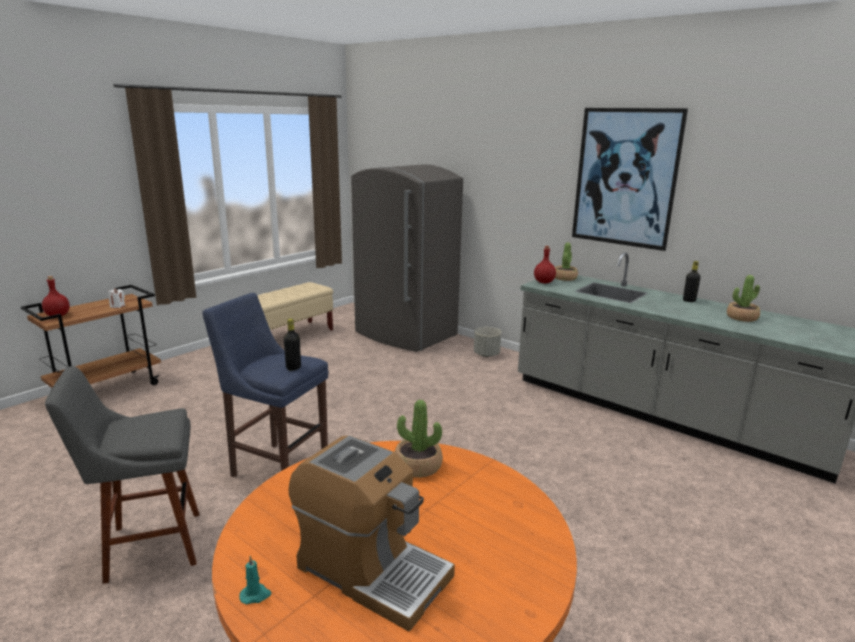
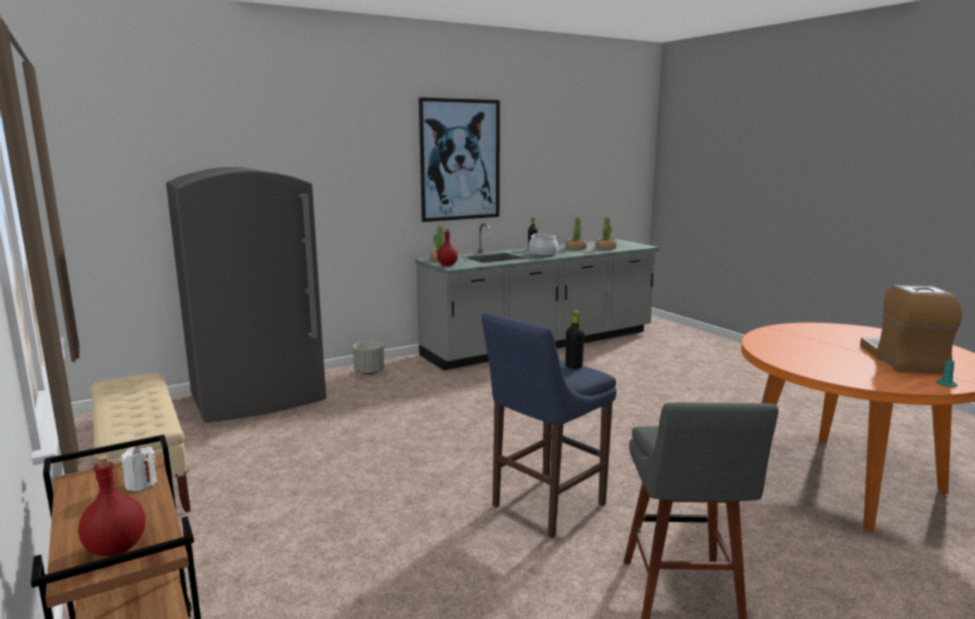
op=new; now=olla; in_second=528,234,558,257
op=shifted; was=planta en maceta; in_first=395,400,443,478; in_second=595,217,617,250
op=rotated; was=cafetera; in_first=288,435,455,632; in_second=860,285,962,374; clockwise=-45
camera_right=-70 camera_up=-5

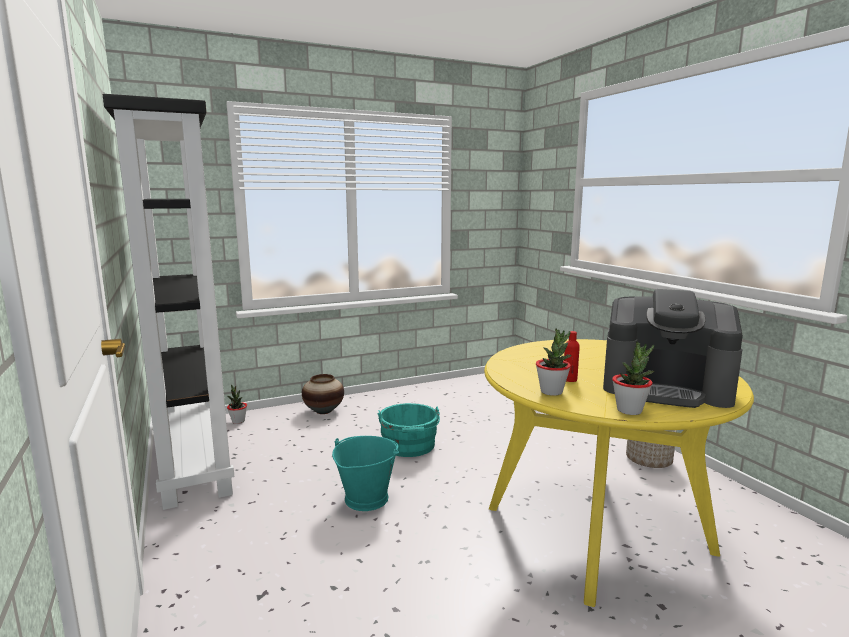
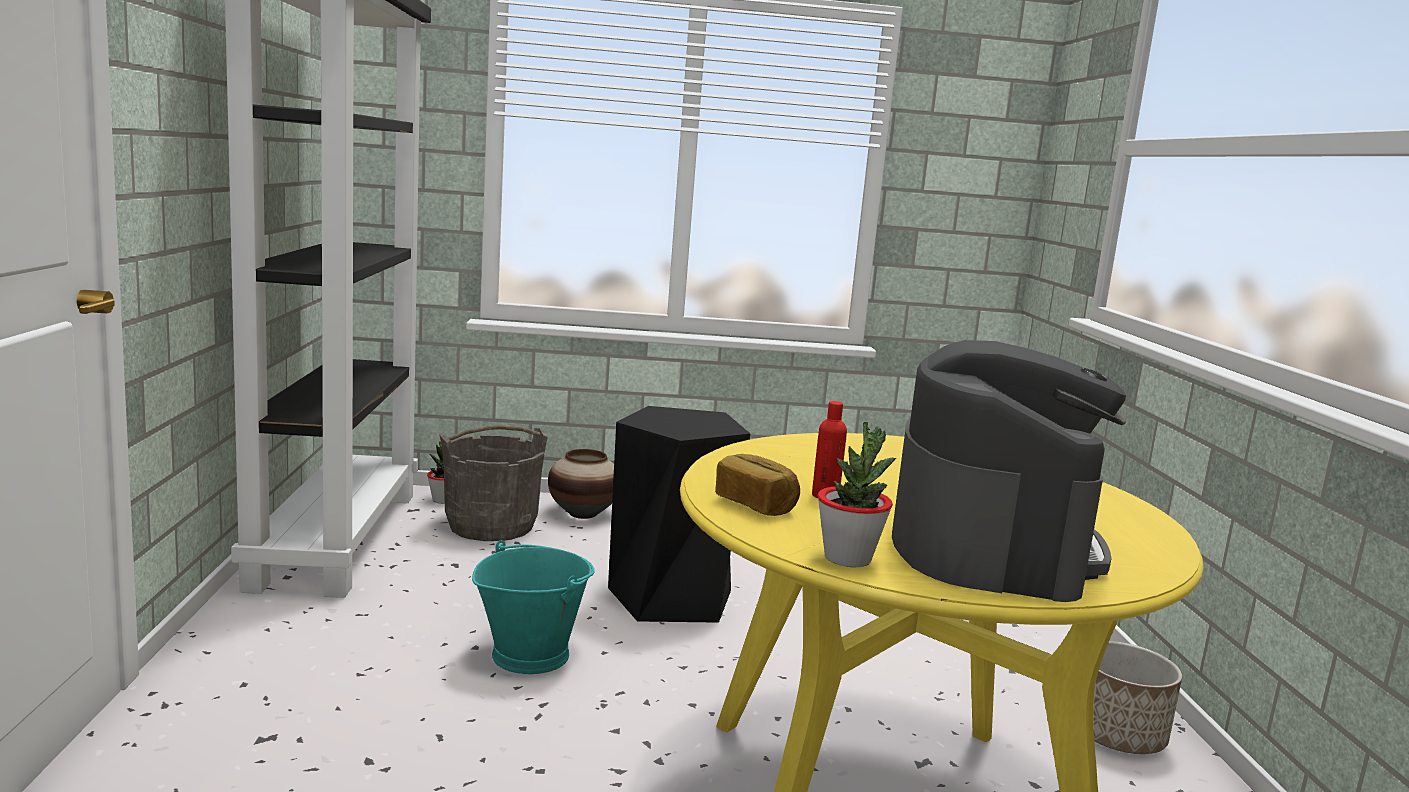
op=new; now=cubo (gris); in_second=439,425,548,541
op=swapped; was=cubo (turquesa); now=taburete (negro); in_first=378,403,440,457; in_second=608,406,750,623
op=swapped; was=planta en maceta; now=pan; in_first=536,328,572,396; in_second=715,454,800,516
op=rotated; was=cafetera; in_first=603,289,743,408; in_second=892,340,1126,602; clockwise=-120
camera_right=20 camera_up=0

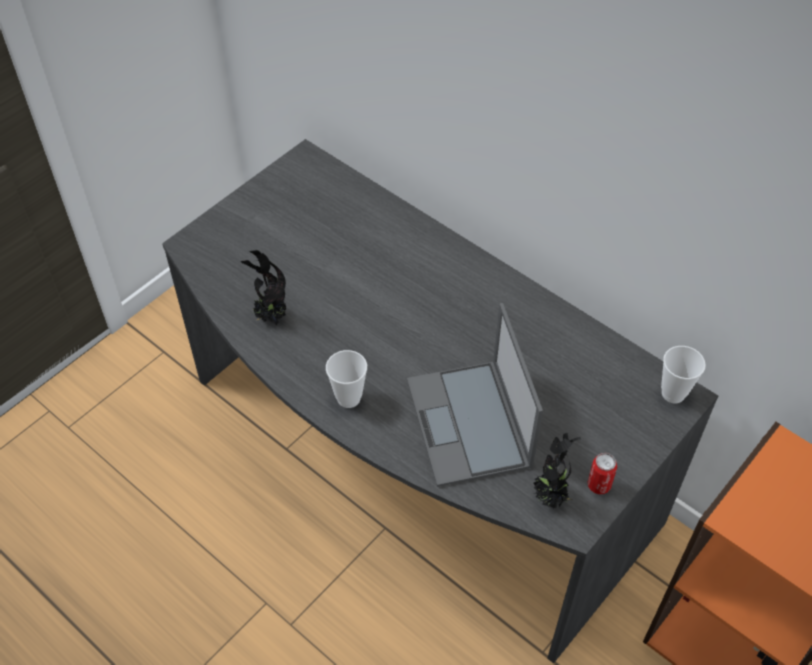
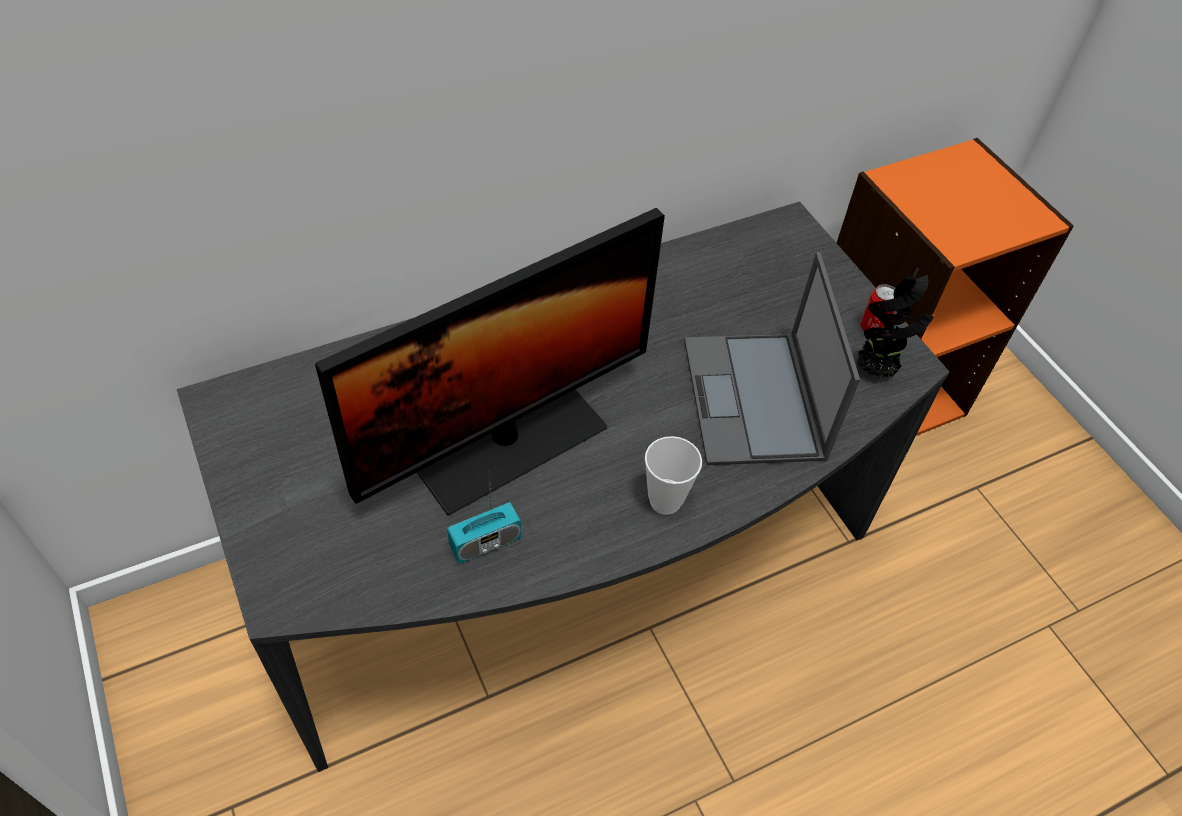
op=gone; was=taza; in_first=661,346,706,403
op=new; now=monitor; in_second=315,208,665,516
op=swapped; was=planta en maceta; now=radio; in_first=240,250,287,325; in_second=447,476,521,564
op=rotated; was=portátil; in_first=407,303,543,487; in_second=684,252,860,465; clockwise=75
camera_right=-70 camera_up=0

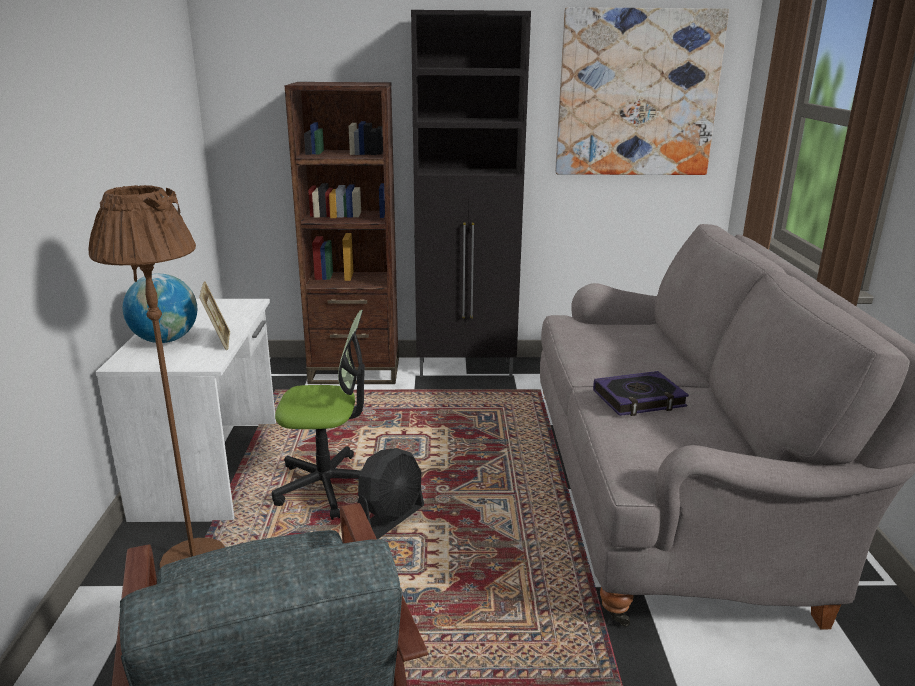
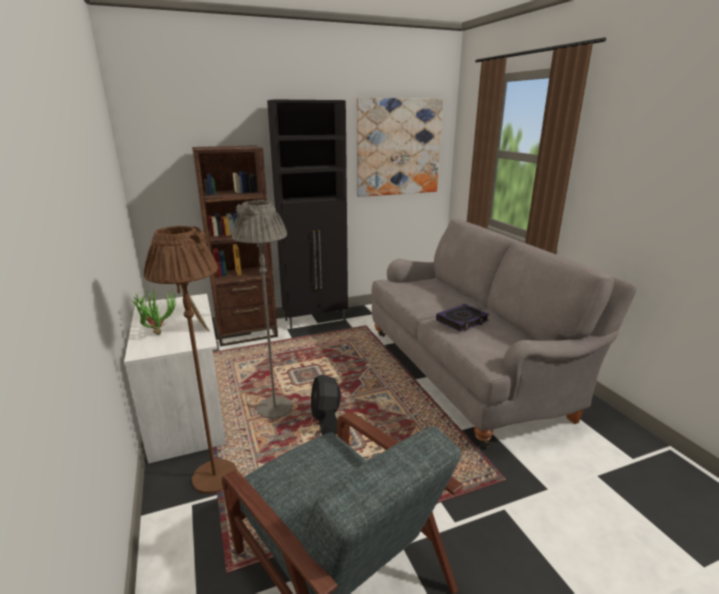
op=swapped; was=globo terráqueo; now=planta en maceta; in_first=123,274,197,343; in_second=130,289,176,335
op=swapped; was=silla de oficina; now=lámpara de pie (gris); in_first=272,310,365,520; in_second=232,200,293,419
op=rotated; was=ventilador (negro); in_first=357,448,424,539; in_second=311,374,341,435; clockwise=150
camera_right=-20 camera_up=0

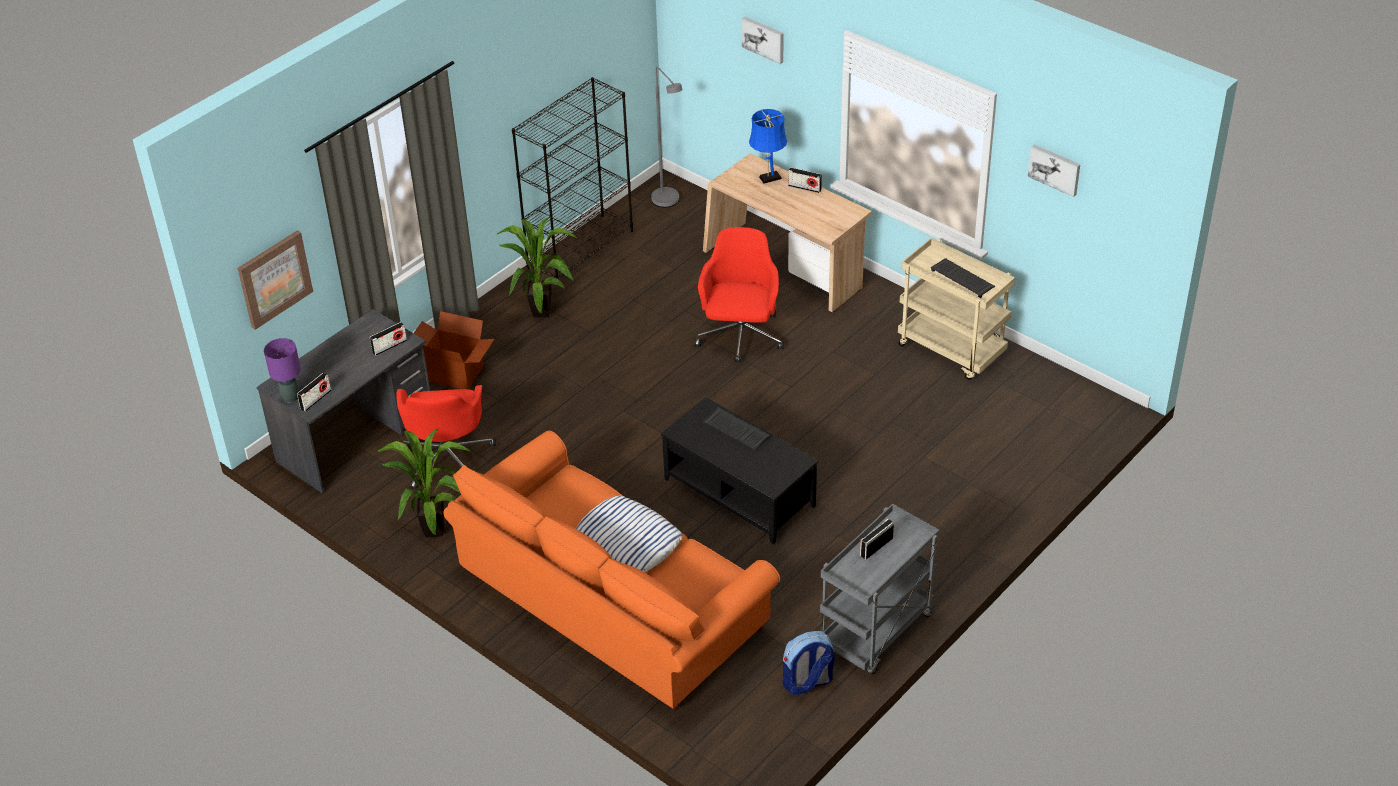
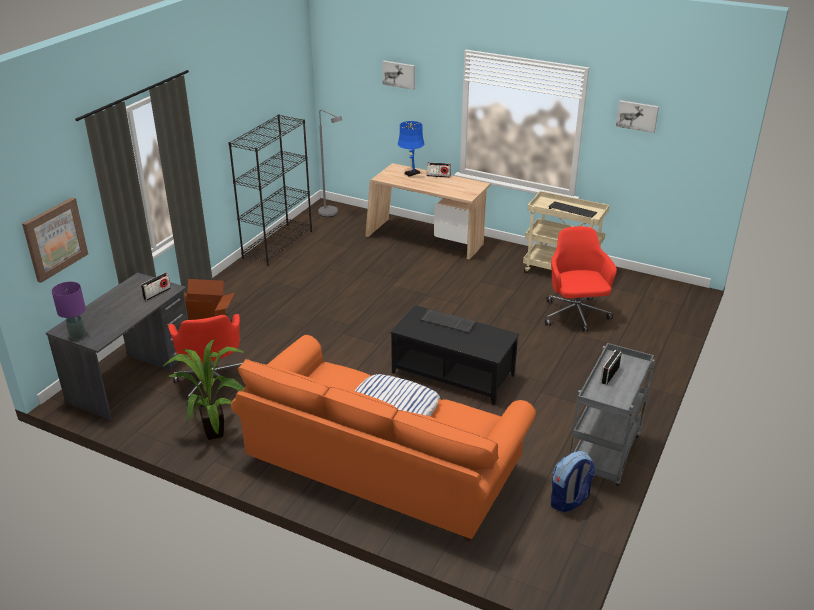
op=gone; was=radio; in_first=297,373,331,412
op=gone; was=planta en maceta; in_first=497,217,577,317
op=shifted; was=silla de oficina (rojo); in_first=694,227,784,362; in_second=545,226,617,332
camera_right=-15 camera_up=-10

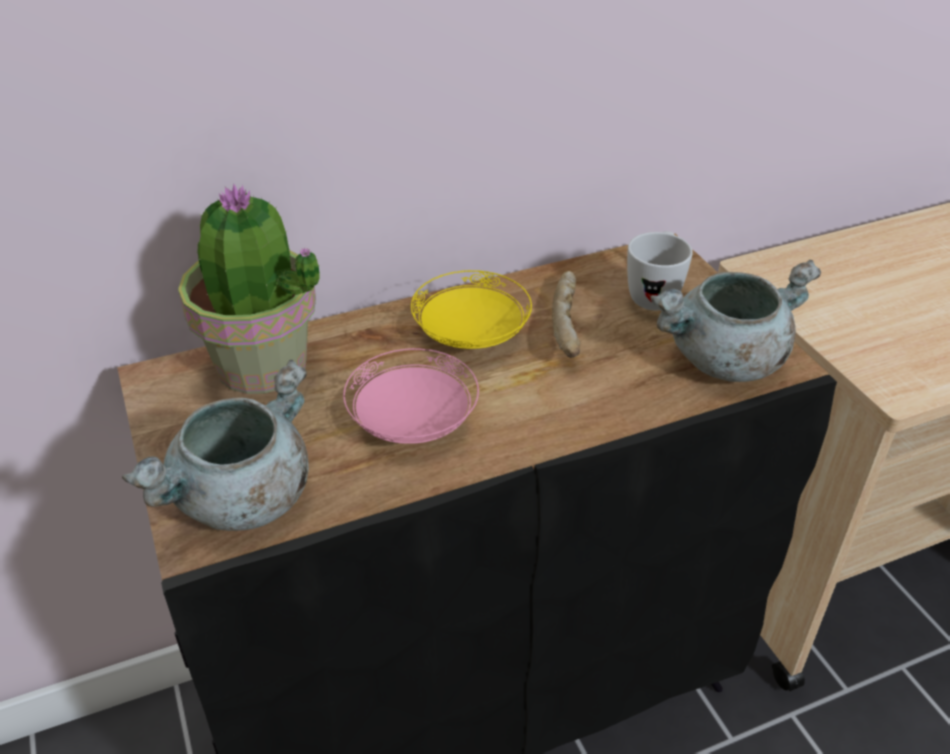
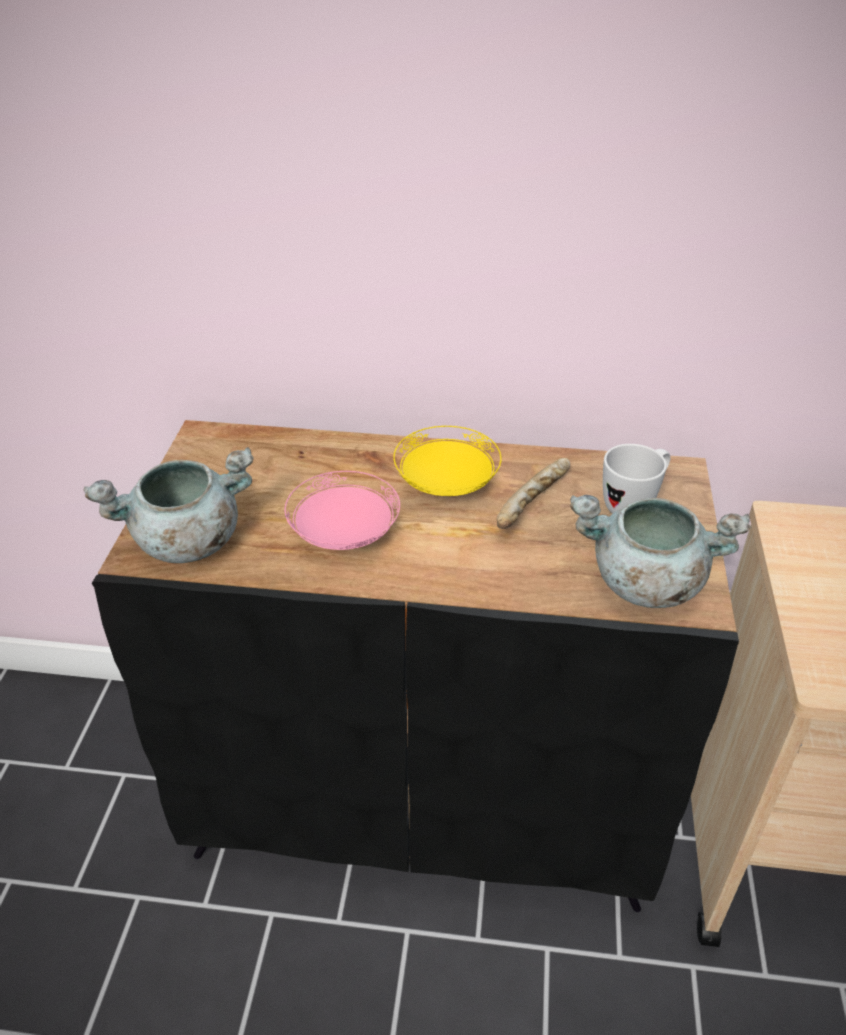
op=gone; was=planta en maceta; in_first=178,184,321,394
camera_right=30 camera_up=0

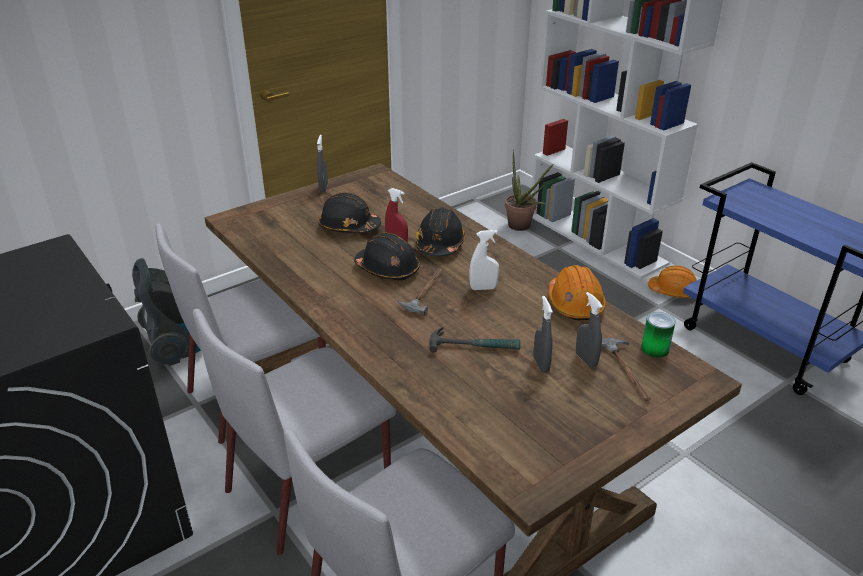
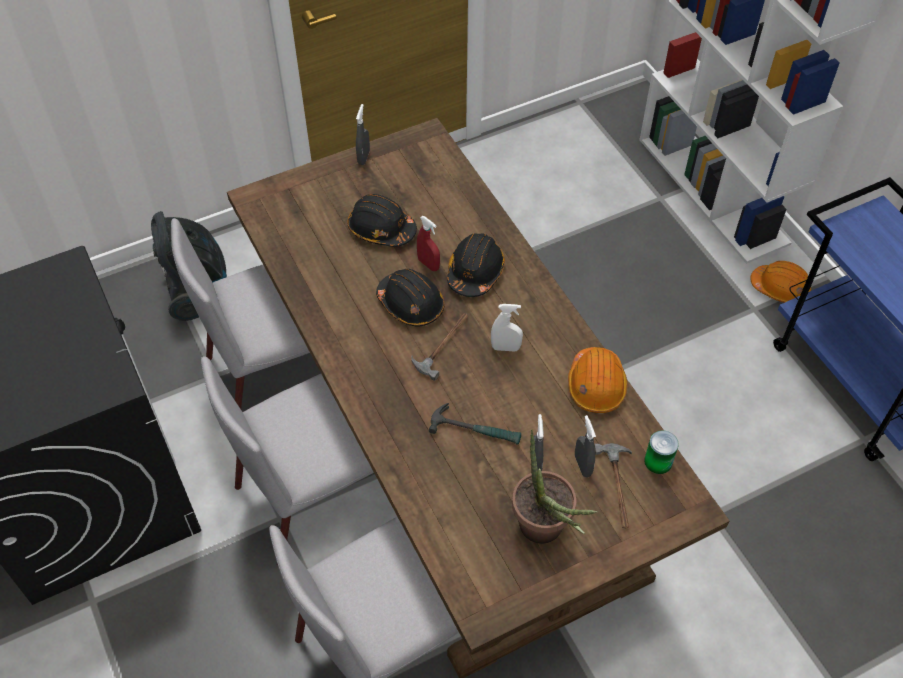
op=shifted; was=planta en maceta; in_first=505,149,553,231; in_second=512,429,597,544
camera_right=10 camera_up=20

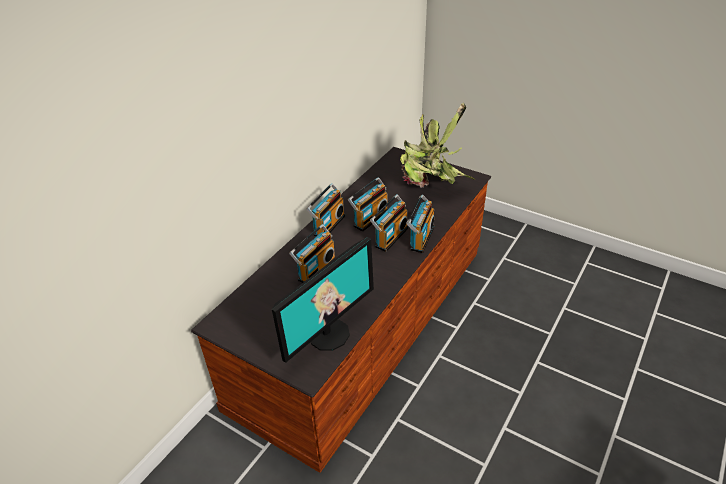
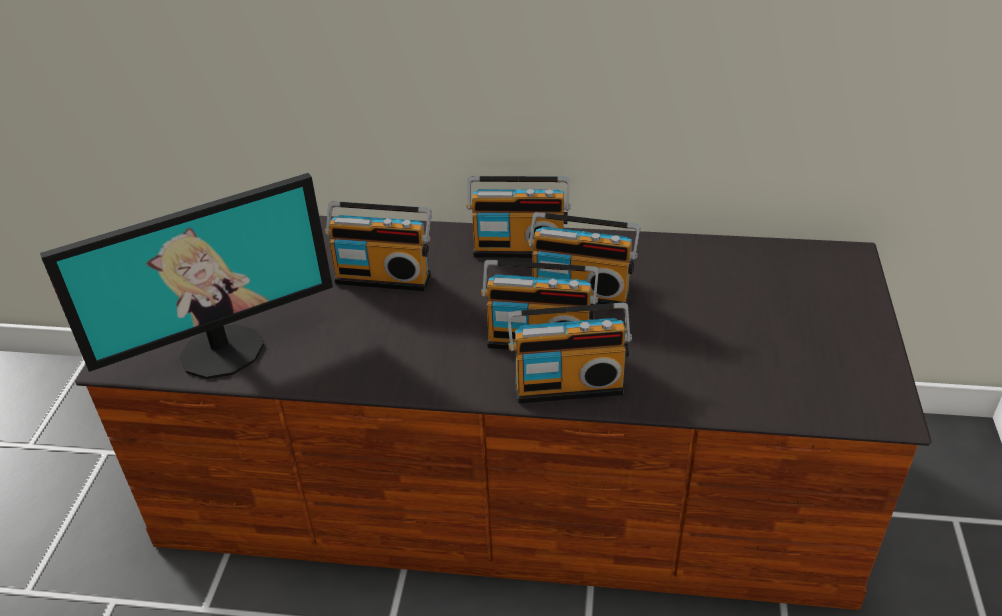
op=gone; was=planta en maceta; in_first=400,103,475,188
op=rotated; was=monitor; in_first=272,237,374,363; in_second=40,173,333,379; clockwise=-45
camera_right=65 camera_up=0

